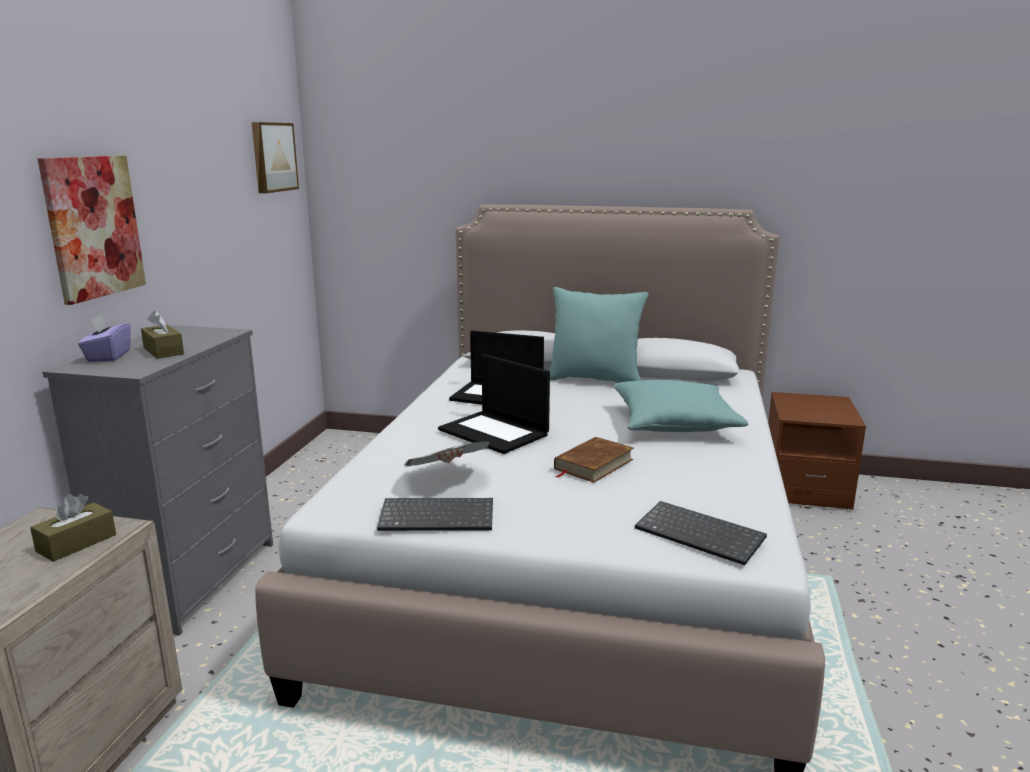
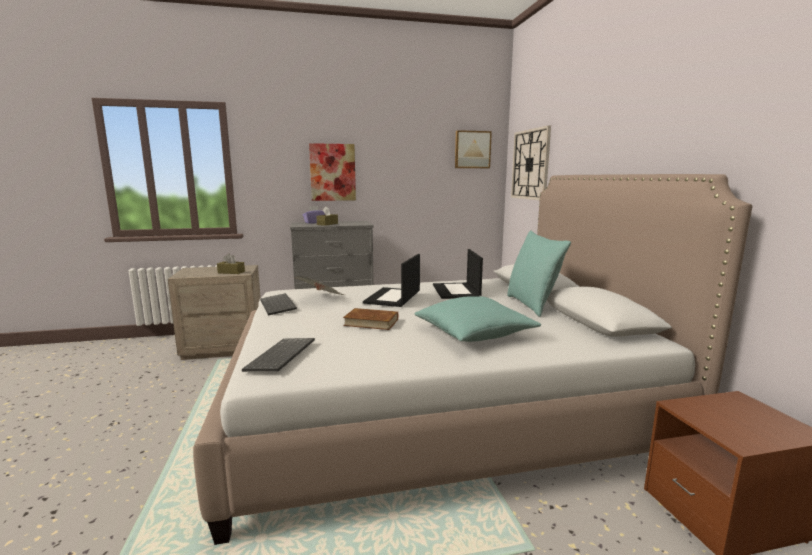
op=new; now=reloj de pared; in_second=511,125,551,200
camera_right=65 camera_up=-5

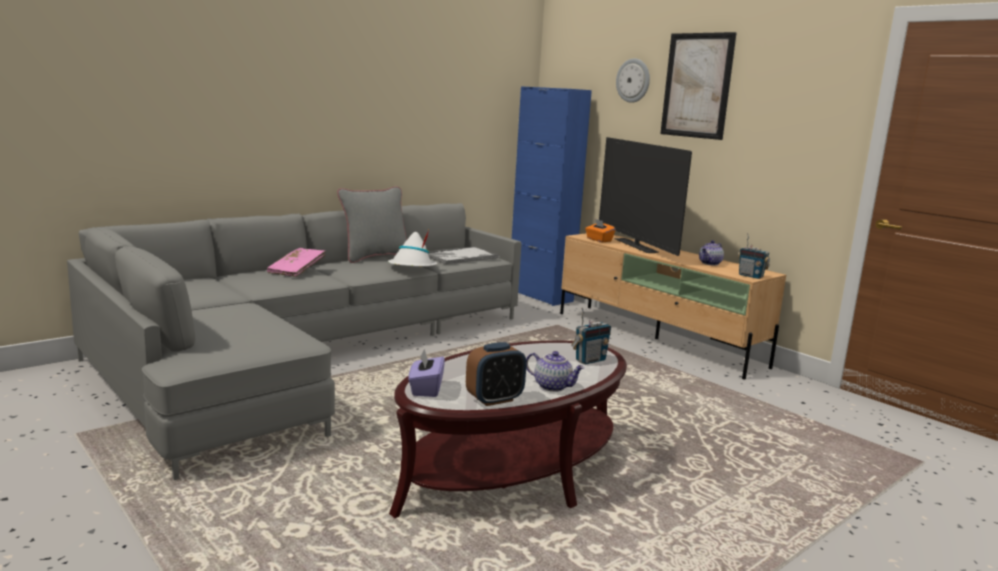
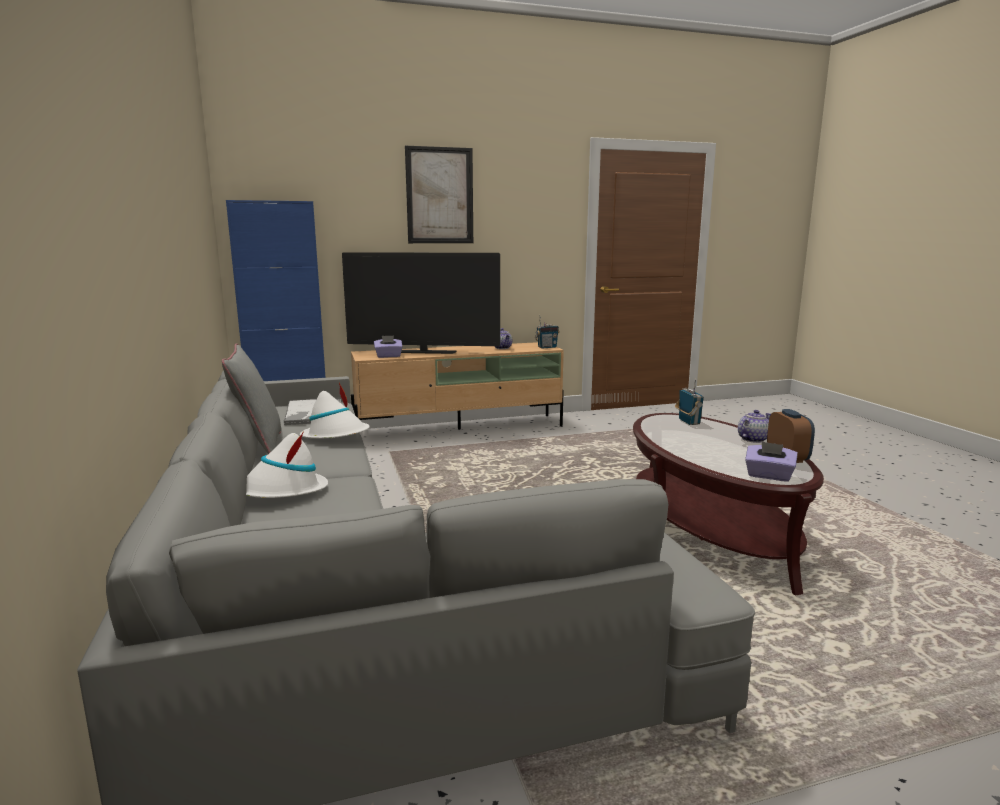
op=gone; was=reloj de pared; in_first=616,58,650,103
op=swapped; was=libro (rosa); now=sombrero (blanco); in_first=267,248,326,277; in_second=246,431,328,498
op=repainted; was=caja de pañuelos (naranja); now=caja de pañuelos (morado); in_first=585,219,616,242; in_second=374,336,403,358
camera_right=-65 camera_up=0

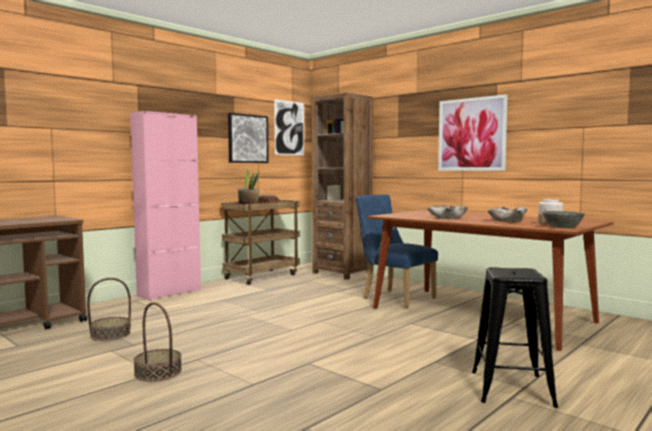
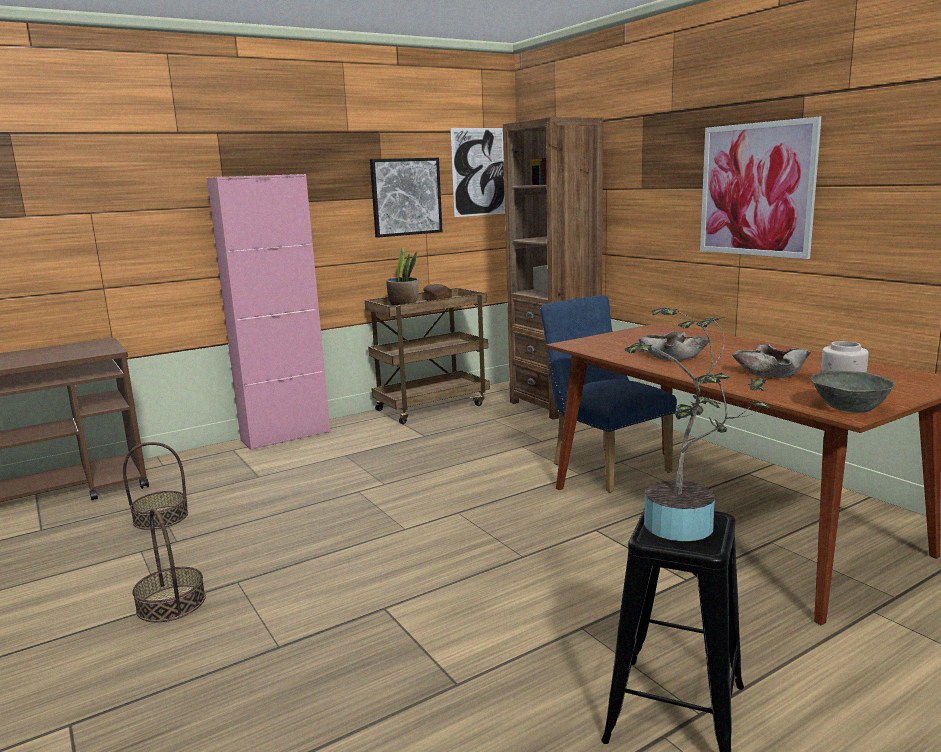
op=new; now=planta en maceta; in_second=624,308,769,541
camera_right=15 camera_up=10

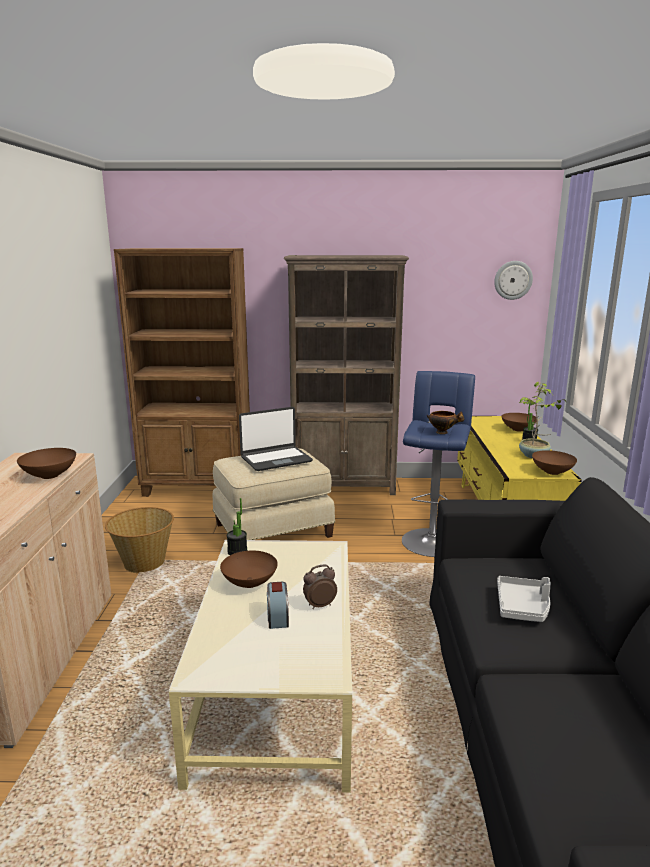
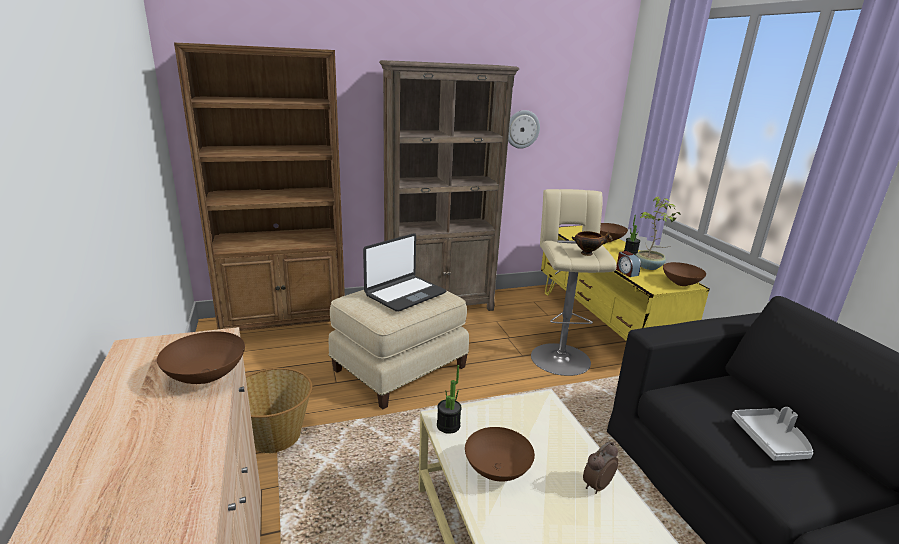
op=shifted; was=despertador; in_first=267,582,289,629; in_second=616,251,641,277
op=shifted; was=reloj de pared; in_first=494,261,533,300; in_second=508,110,540,149
op=repainted; was=taburete (azul); now=taburete (beis); in_first=402,371,475,557; in_second=531,189,617,376
camera_right=-20 camera_up=5

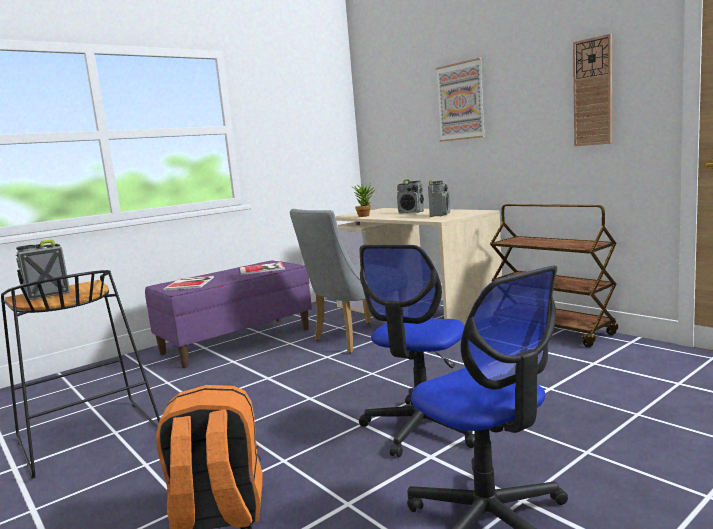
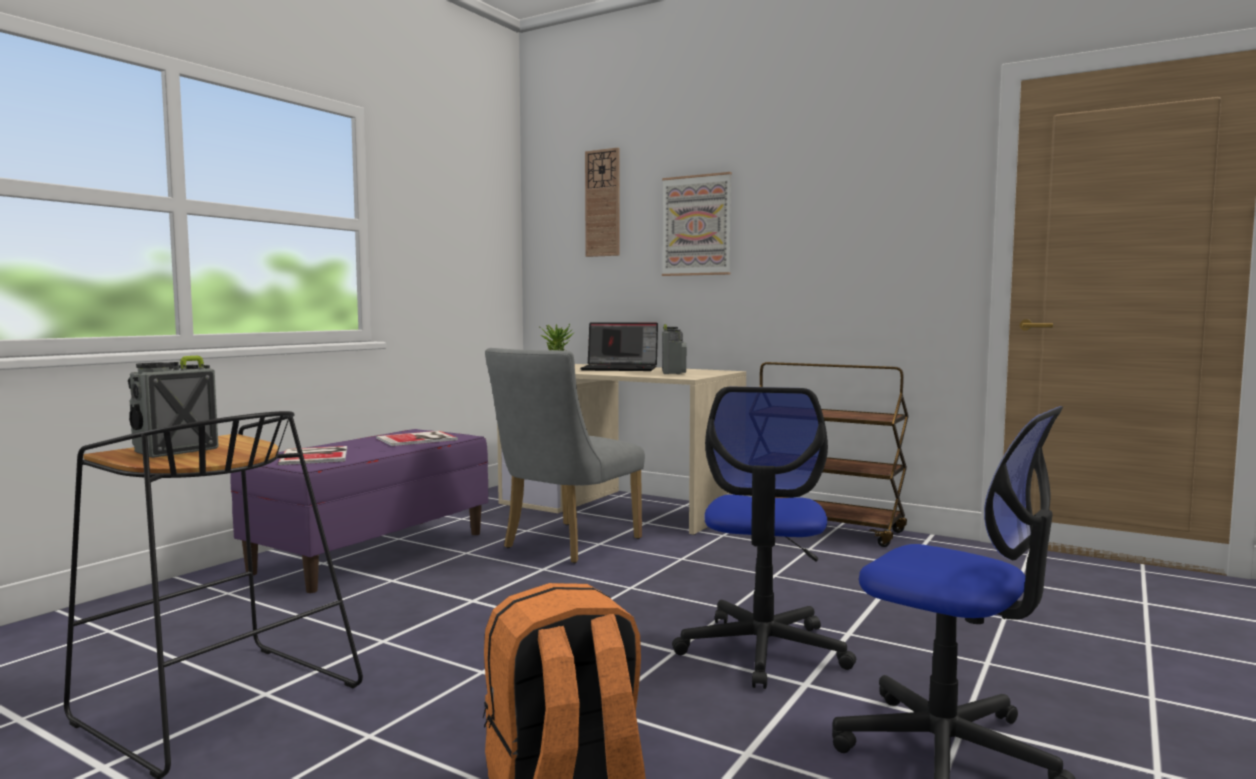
op=shifted; was=reloj de pared; in_first=573,34,612,146; in_second=585,147,620,257
op=swapped; was=radio; now=portátil; in_first=397,179,424,213; in_second=580,322,658,371
camera_right=-20 camera_up=-5

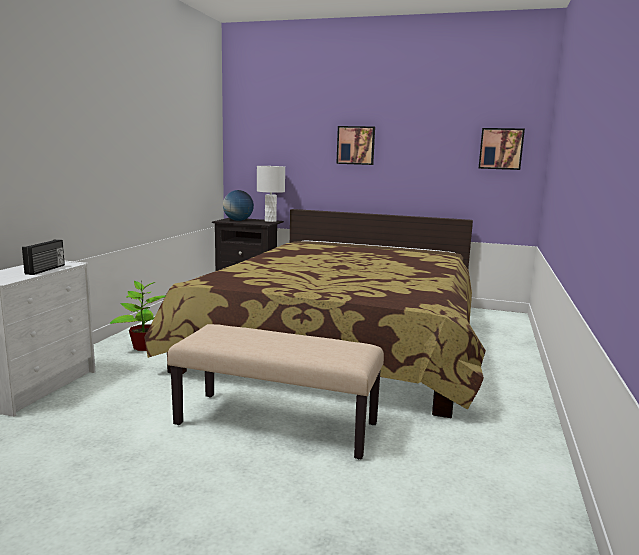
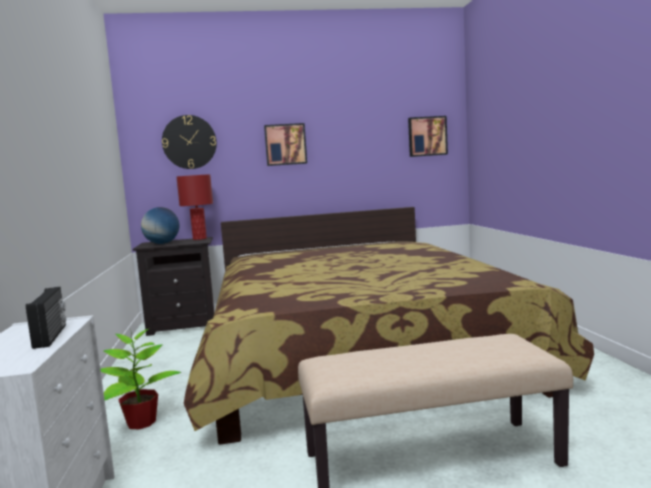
op=new; now=reloj de pared; in_second=162,115,217,169
op=repainted; was=lámpara de mesa (blanco); now=lámpara de mesa (rojo); in_first=257,166,285,222; in_second=177,174,213,240
camera_right=-25 camera_up=-5

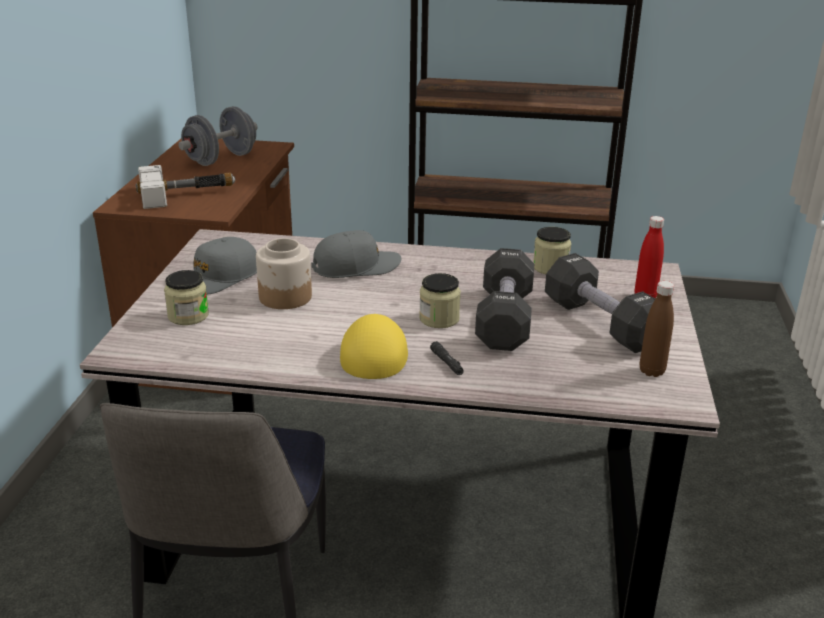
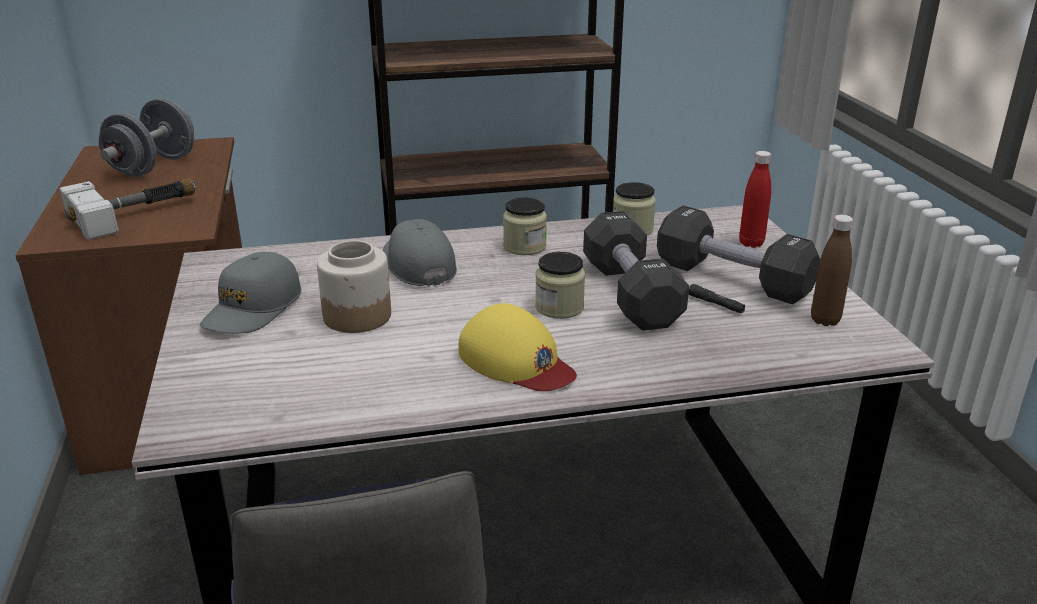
op=shifted; was=tarro; in_first=164,270,209,325; in_second=503,197,547,255
op=shifted; was=linterna (negro); in_first=430,341,464,375; in_second=689,284,745,313
op=rotated; was=gorra (gris); in_first=311,230,401,278; in_second=383,219,457,287; clockwise=-75
op=rotated; was=gorra (amarillo); in_first=340,314,408,379; in_second=459,303,577,391; clockwise=150
camera_right=-20 camera_up=0

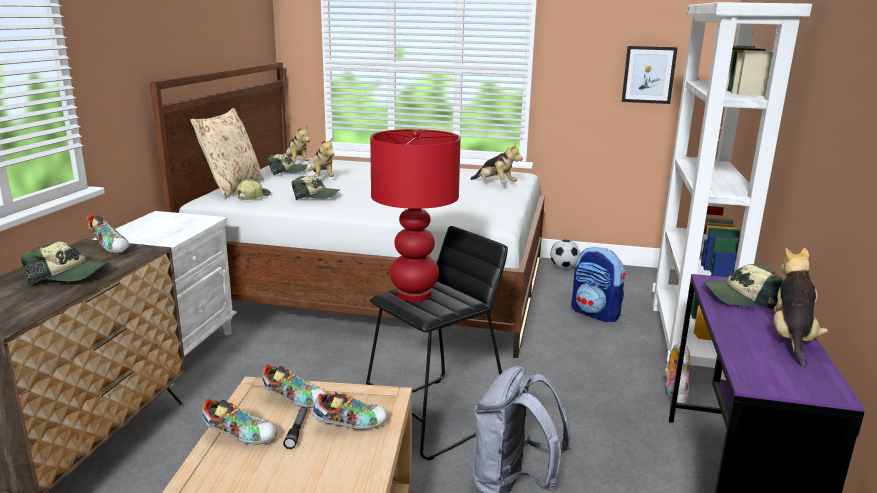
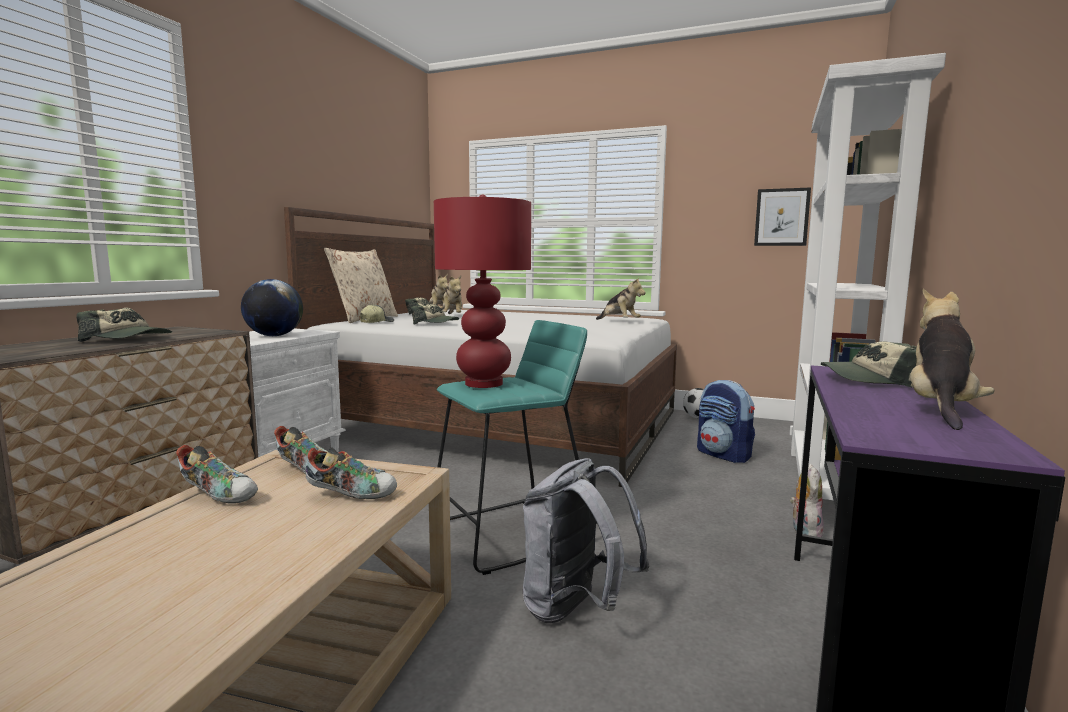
op=gone; was=zapato; in_first=87,214,130,254
op=gone; was=linterna; in_first=283,407,307,449
op=new; now=globo terráqueo; in_second=241,279,303,336
op=repainted; was=taburete (negro); now=taburete (turquesa); in_first=366,226,508,461; in_second=437,320,587,575
camera_right=10 camera_up=-10

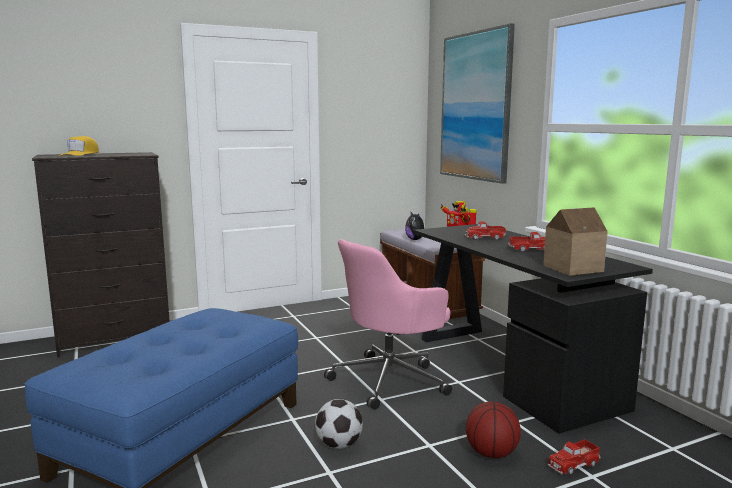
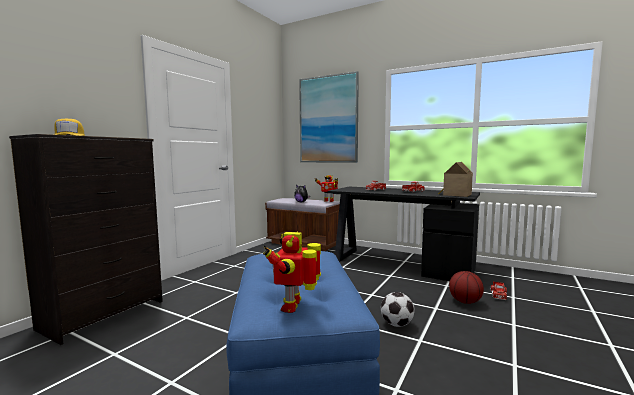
op=gone; was=silla de oficina (rosa); in_first=324,239,452,410
op=new; now=robot de juguete; in_second=263,232,321,313
camera_right=-35 camera_up=-5

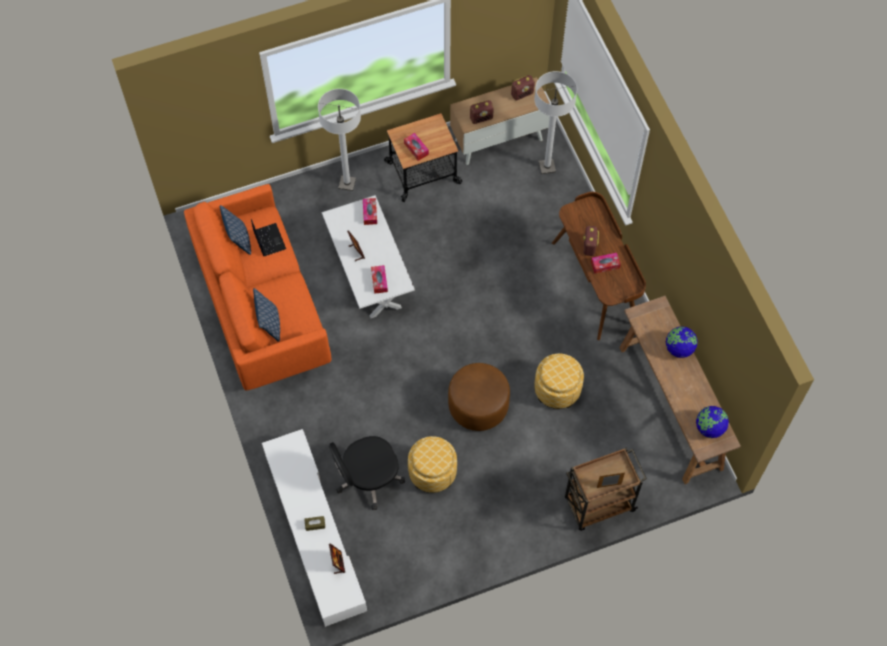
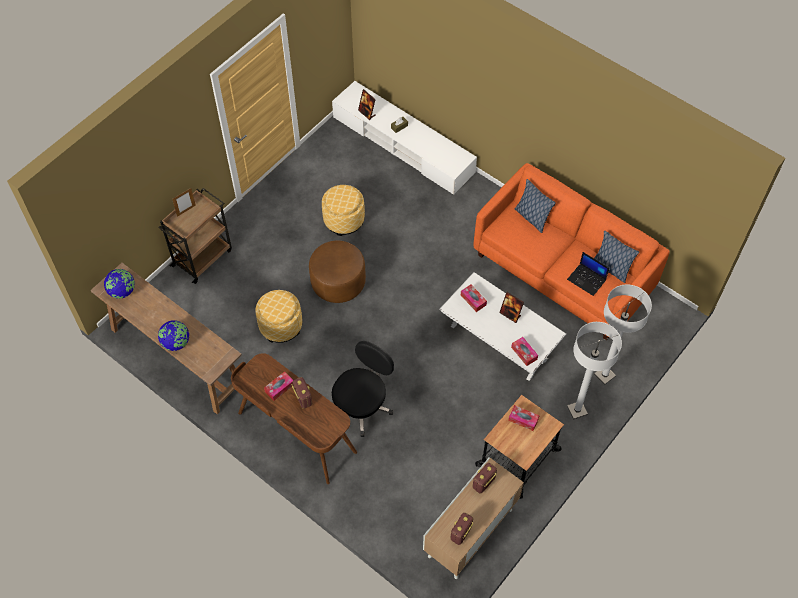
op=shifted; was=silla de oficina (negro); in_first=329,436,405,510; in_second=332,341,394,437
op=shifted; was=lámpara de pie (blanco); in_first=534,71,577,174; in_second=594,284,652,385
camera_right=150 camera_up=-5

